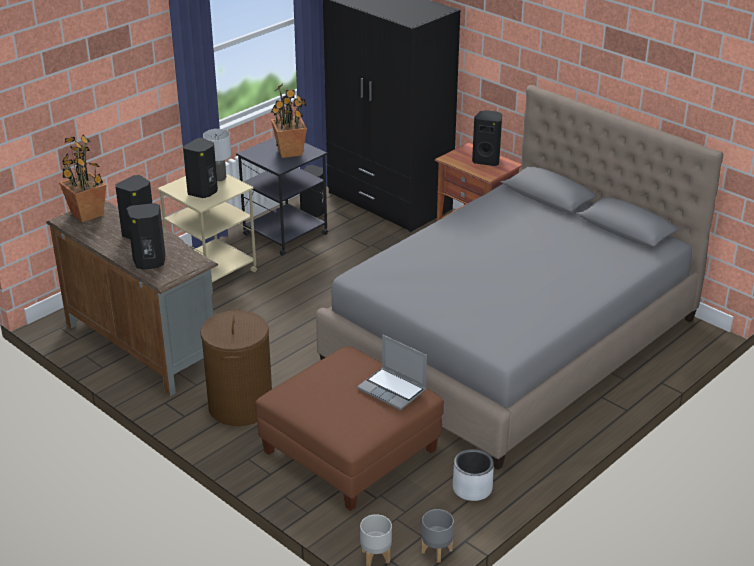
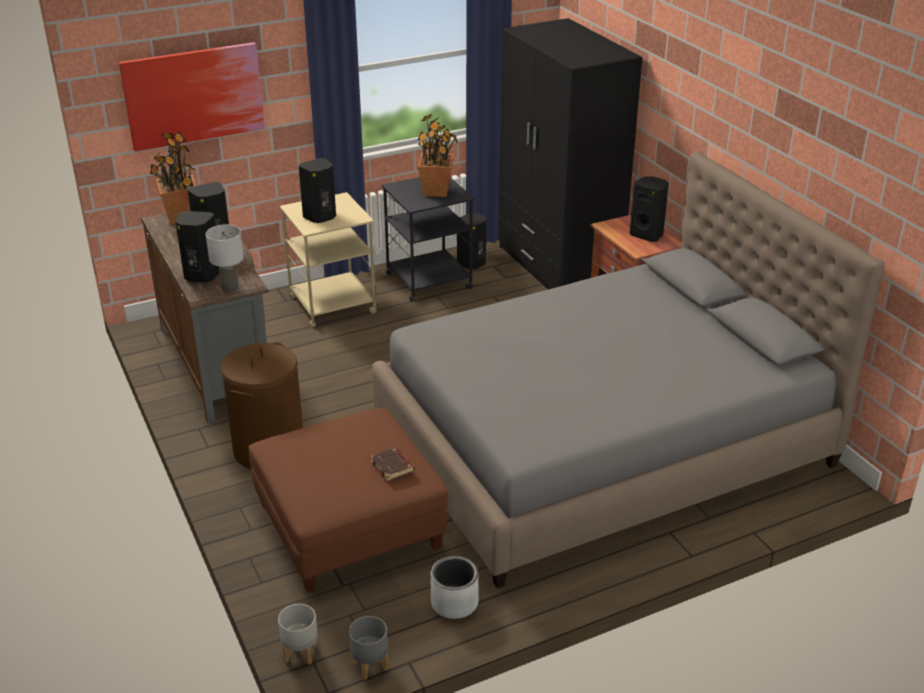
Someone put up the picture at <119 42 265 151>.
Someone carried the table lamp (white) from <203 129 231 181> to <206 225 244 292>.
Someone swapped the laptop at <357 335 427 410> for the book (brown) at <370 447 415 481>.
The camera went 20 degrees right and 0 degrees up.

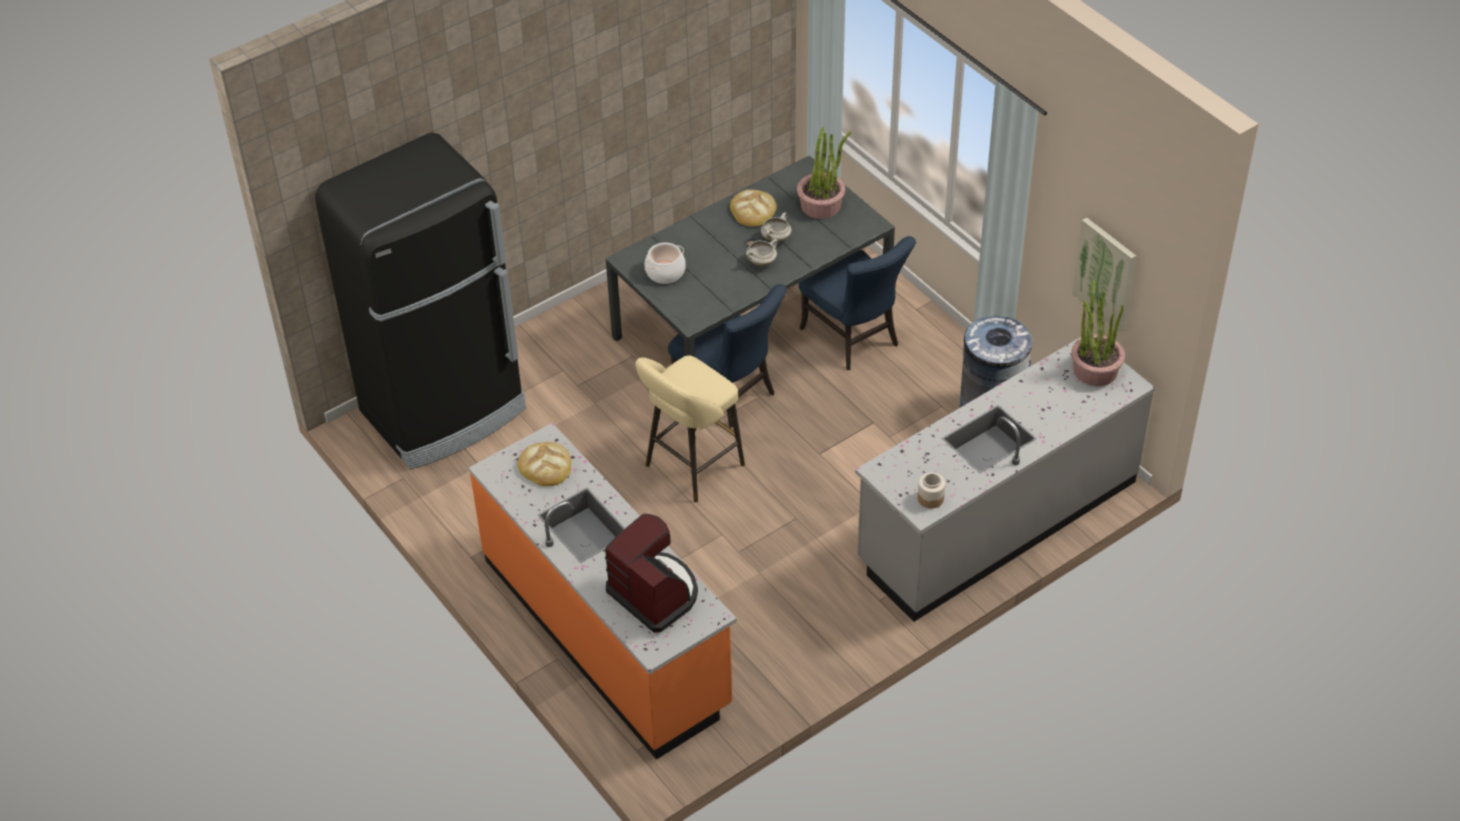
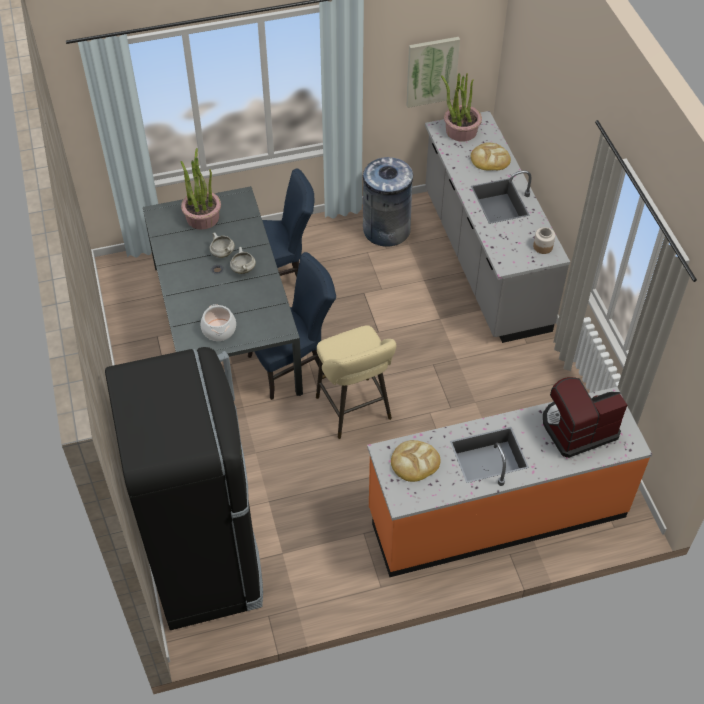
Someone carried the bread from <730 189 777 227> to <471 142 511 171>.
The camera went 70 degrees left and 5 degrees up.

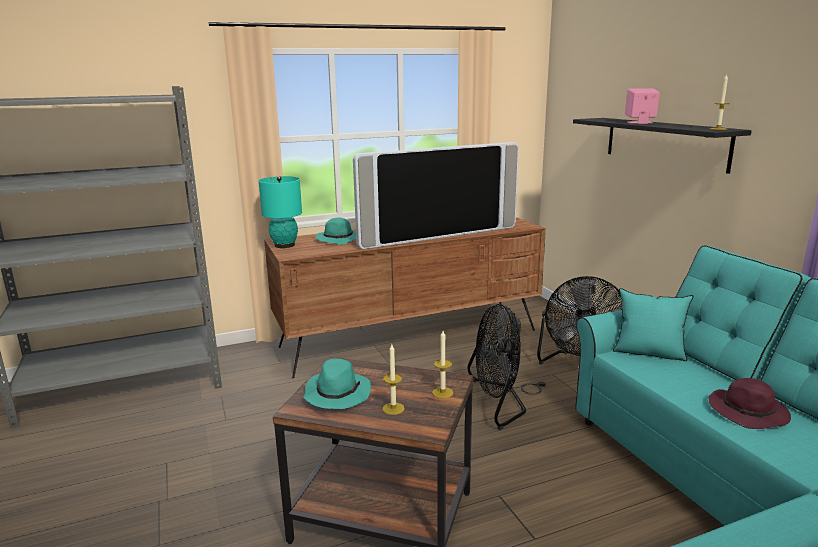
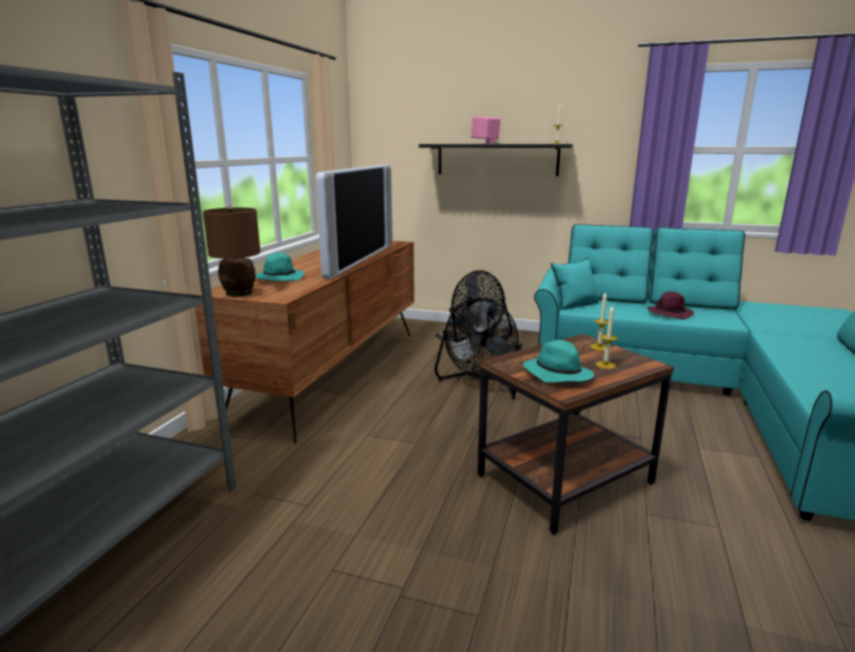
Someone repainted the table lamp (turquoise) at <259 176 302 248>, which became the table lamp (brown) at <203 206 260 297>.
The camera went 50 degrees left and 0 degrees up.

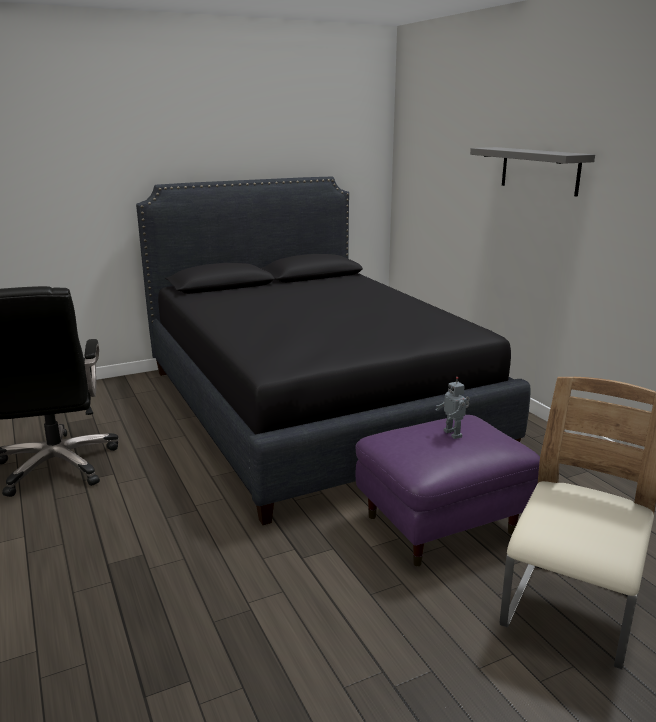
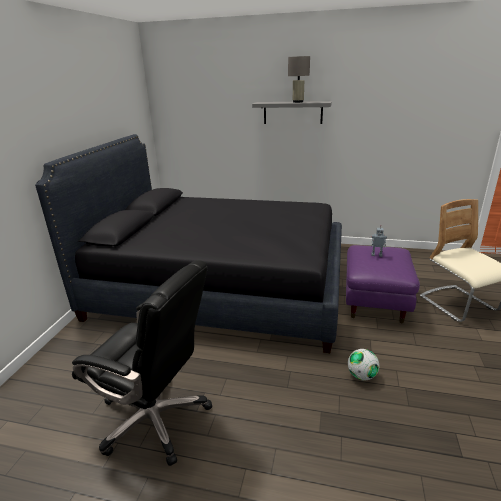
Someone put down the table lamp (grey) at <288 56 310 103>.
Someone put down the football at <348 349 379 380>.
The camera went 50 degrees left and 5 degrees up.

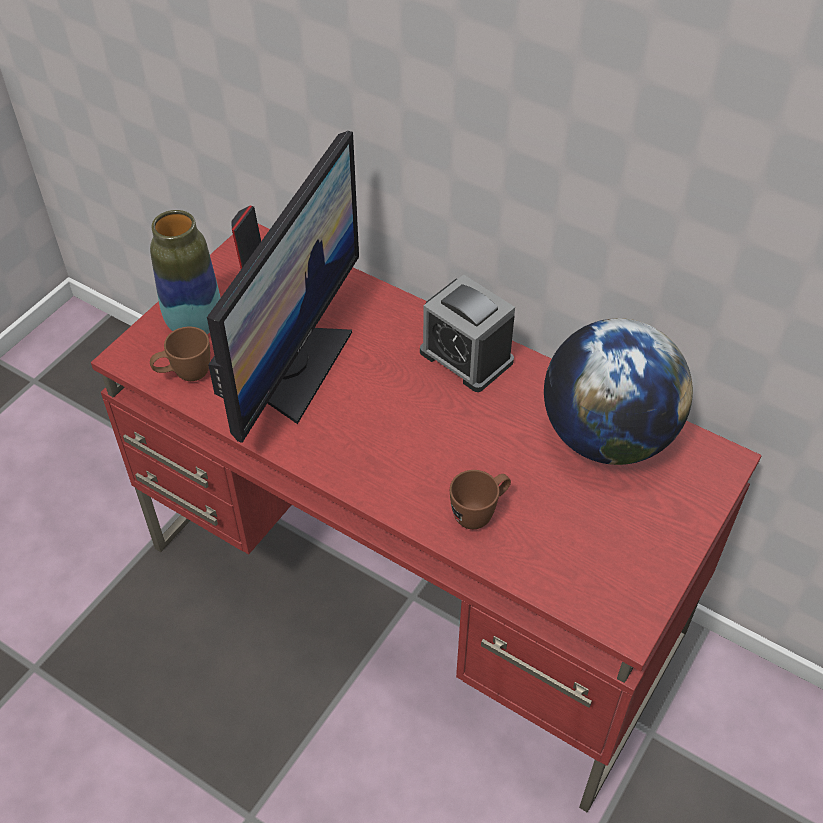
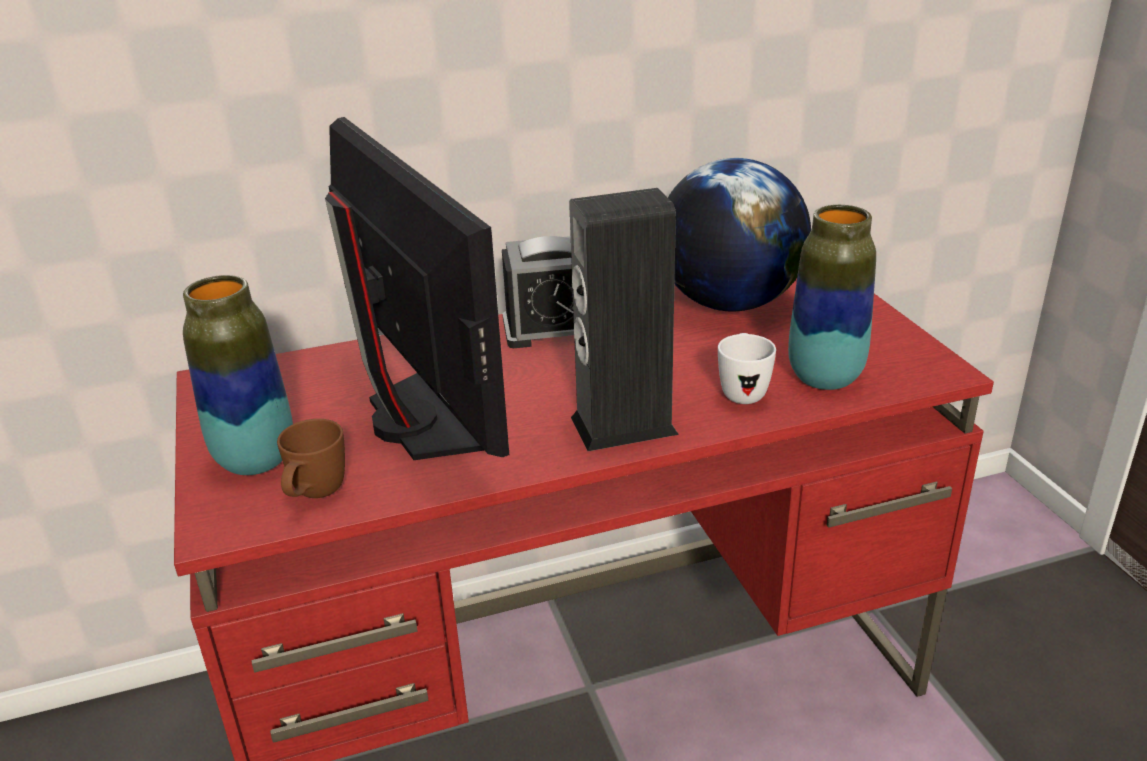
Someone put down the speaker at <569 188 679 451>.
Someone put down the vase at <788 205 876 390>.
Someone repainted the mug (brown) at <450 470 511 529>, which became the mug (white) at <718 333 776 404>.
The camera went 50 degrees left and 20 degrees down.

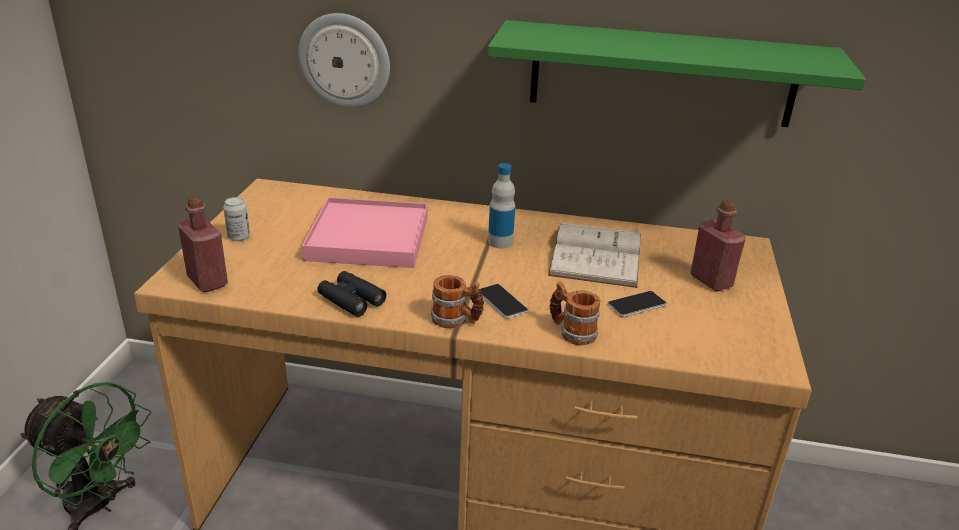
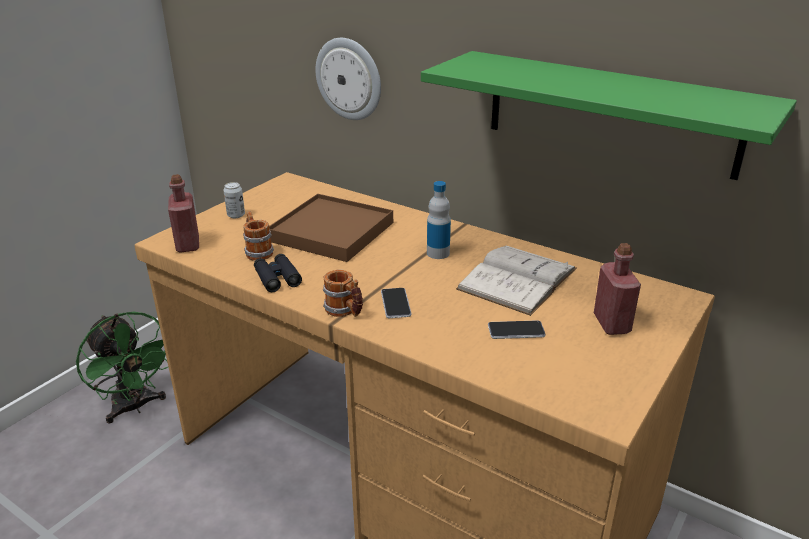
Someone carried the mug from <549 282 600 345> to <243 211 274 261>.
Someone repainted the tray (pink) at <302 197 428 268>, which became the tray (brown) at <269 194 393 262>.
The camera went 25 degrees right and 0 degrees up.

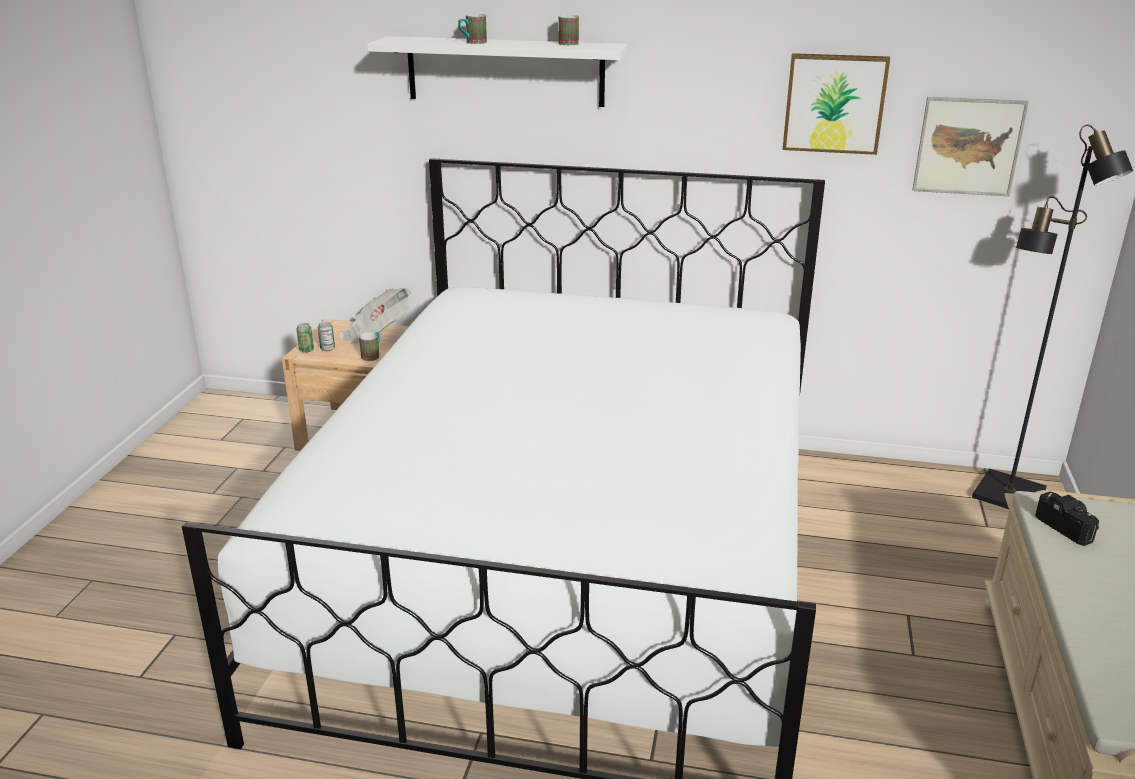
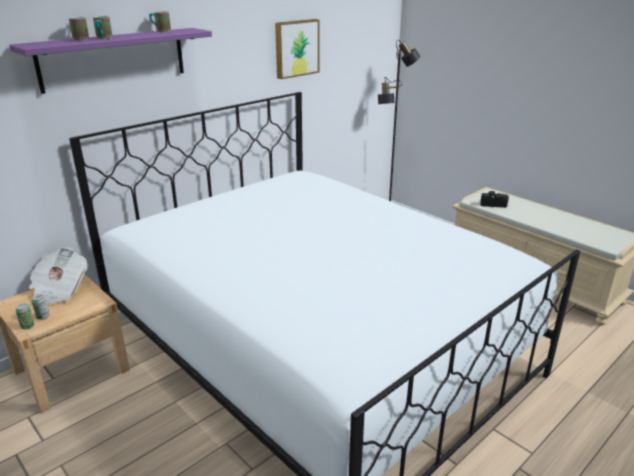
Someone took away the picture at <912 97 1029 196>.
Someone carried the mug from <359 332 380 361> to <69 17 89 41>.
Someone repainted the shelf (white) at <367 36 629 107>, which became the shelf (purple) at <10 28 212 94>.
The camera went 55 degrees left and 0 degrees up.

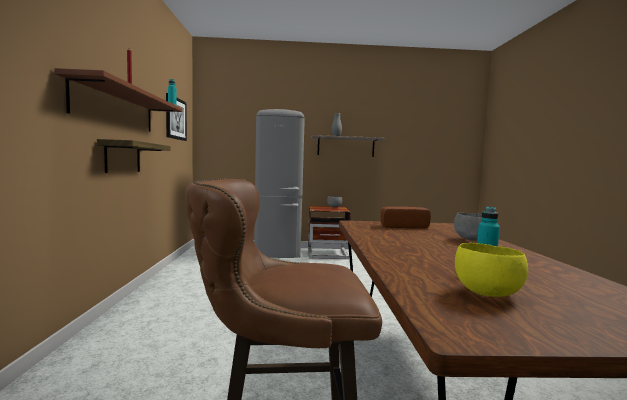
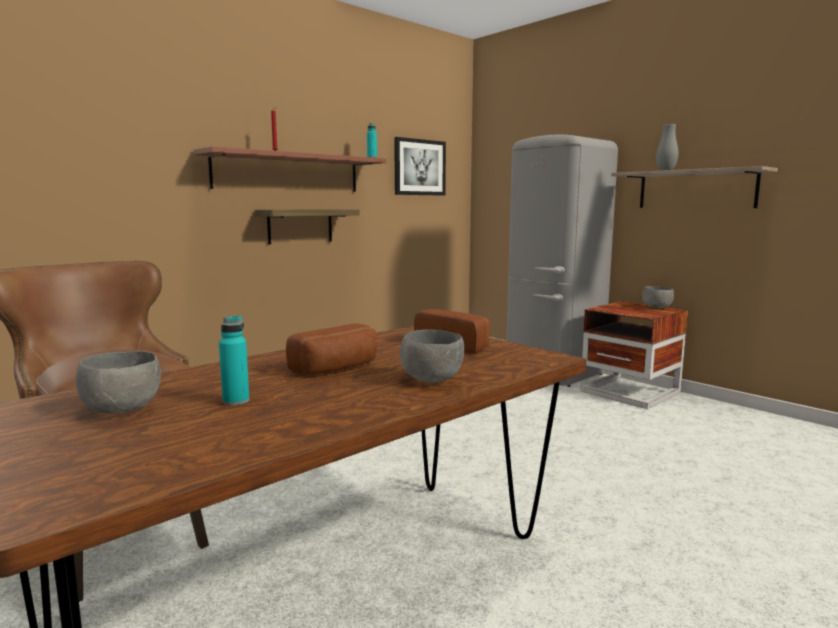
Someone put down the bread at <286 323 377 375>.
Someone repainted the bowl (yellow) at <455 243 528 297>, which became the bowl (grey) at <75 351 161 414>.
The camera went 50 degrees right and 5 degrees up.

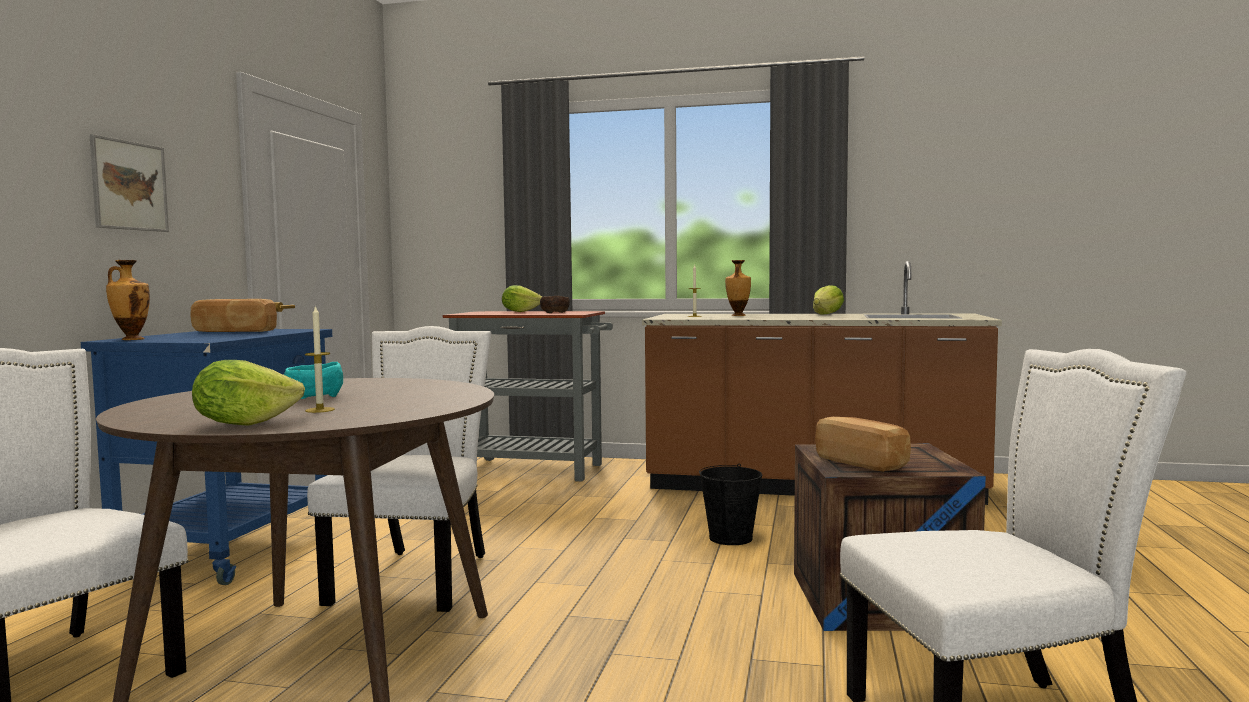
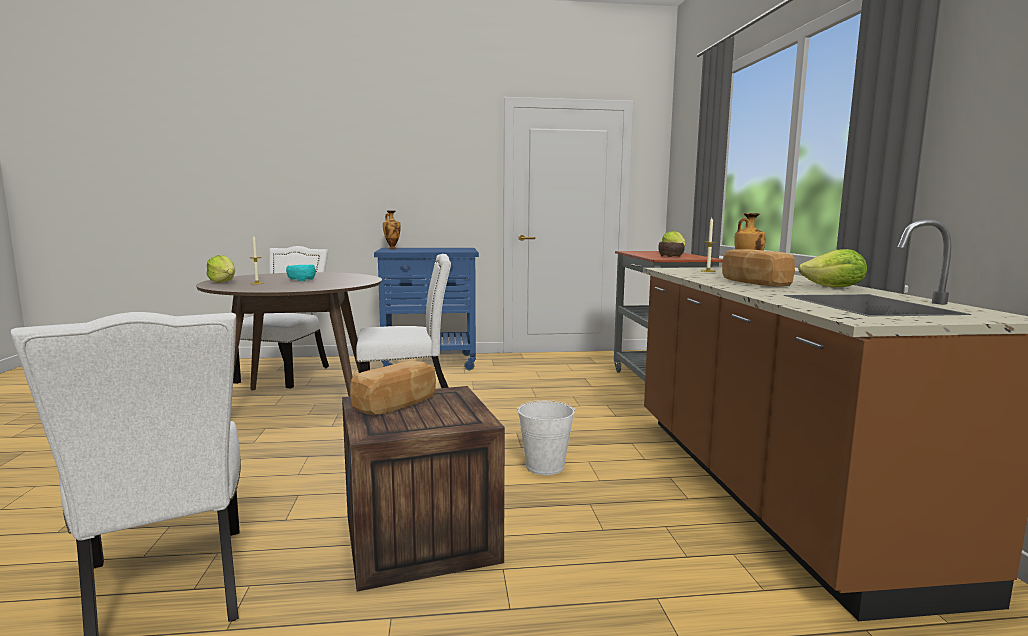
Someone took away the picture at <89 134 169 232>.
Someone carried the bread from <190 299 277 332> to <722 249 795 287>.
Someone repainted the bucket (black) at <699 464 762 545>, which became the bucket (white) at <517 400 575 475>.
The camera went 70 degrees right and 5 degrees up.

